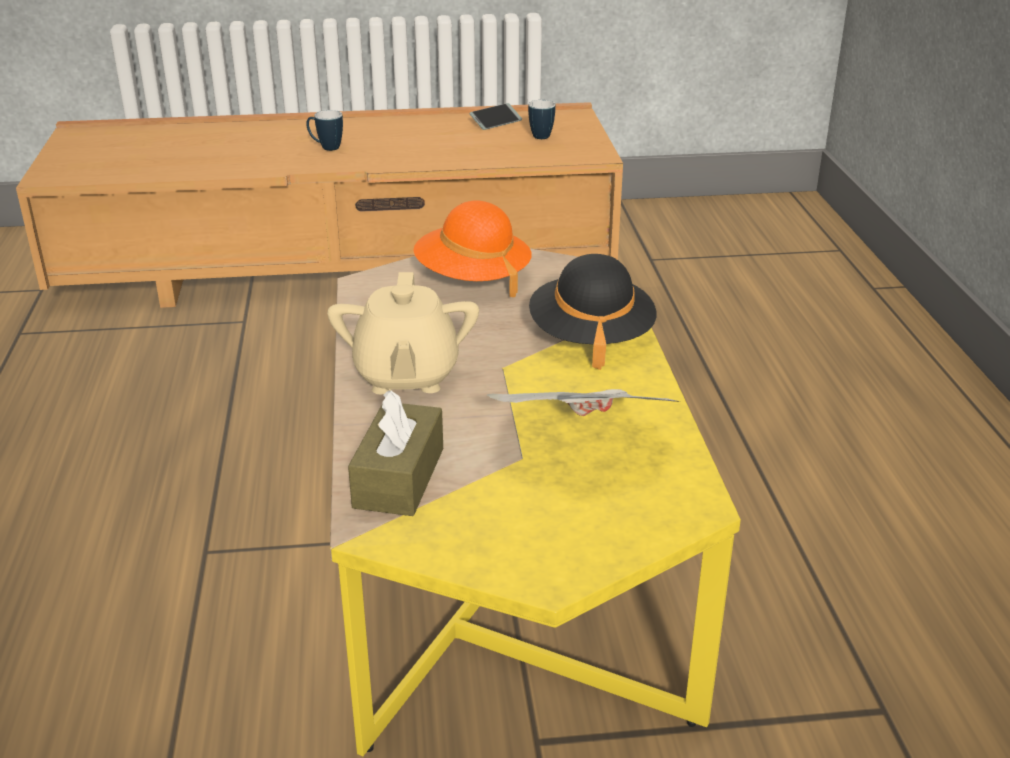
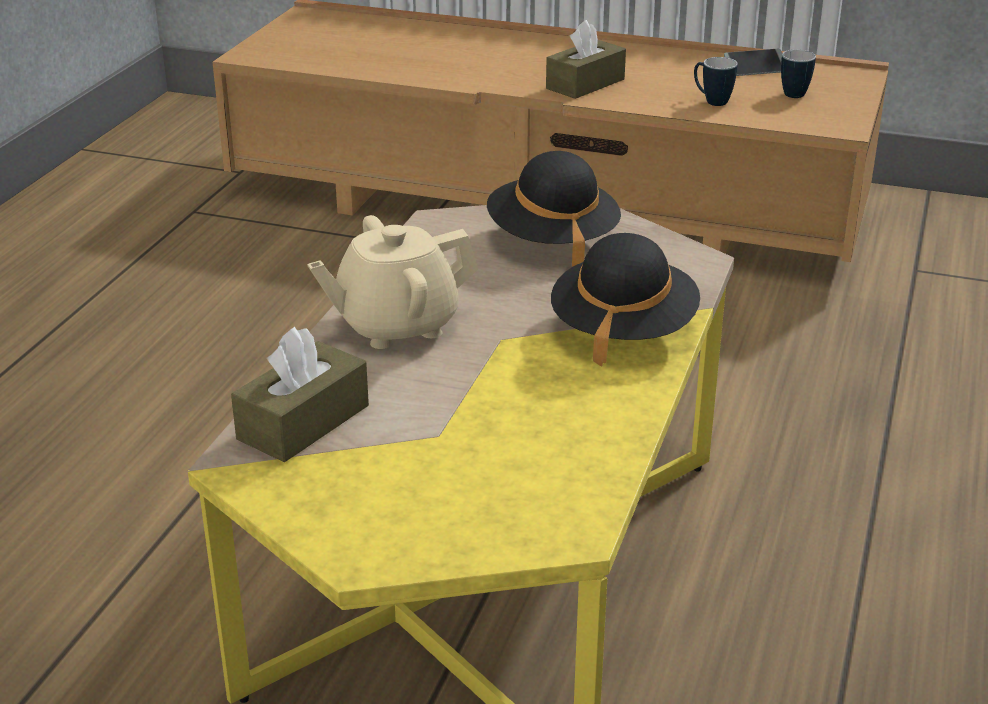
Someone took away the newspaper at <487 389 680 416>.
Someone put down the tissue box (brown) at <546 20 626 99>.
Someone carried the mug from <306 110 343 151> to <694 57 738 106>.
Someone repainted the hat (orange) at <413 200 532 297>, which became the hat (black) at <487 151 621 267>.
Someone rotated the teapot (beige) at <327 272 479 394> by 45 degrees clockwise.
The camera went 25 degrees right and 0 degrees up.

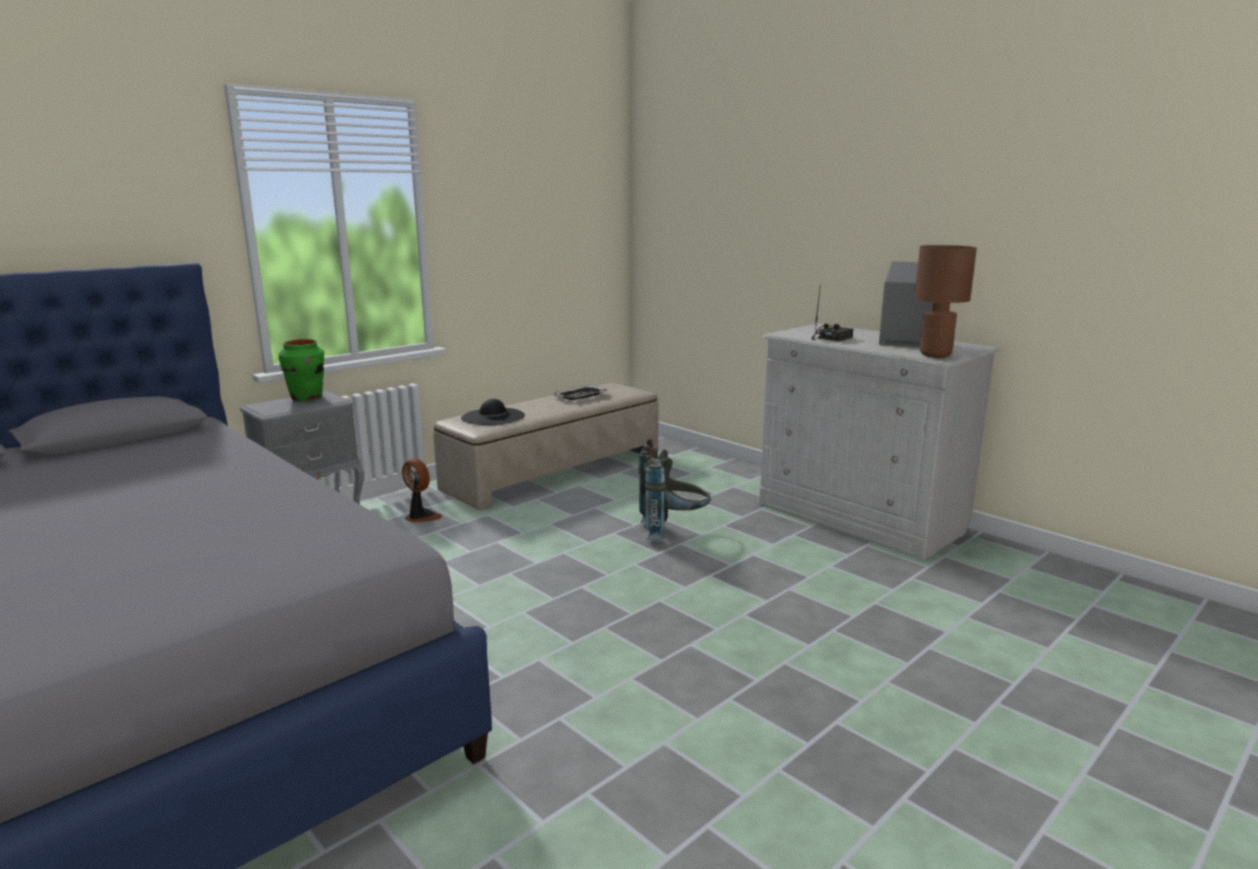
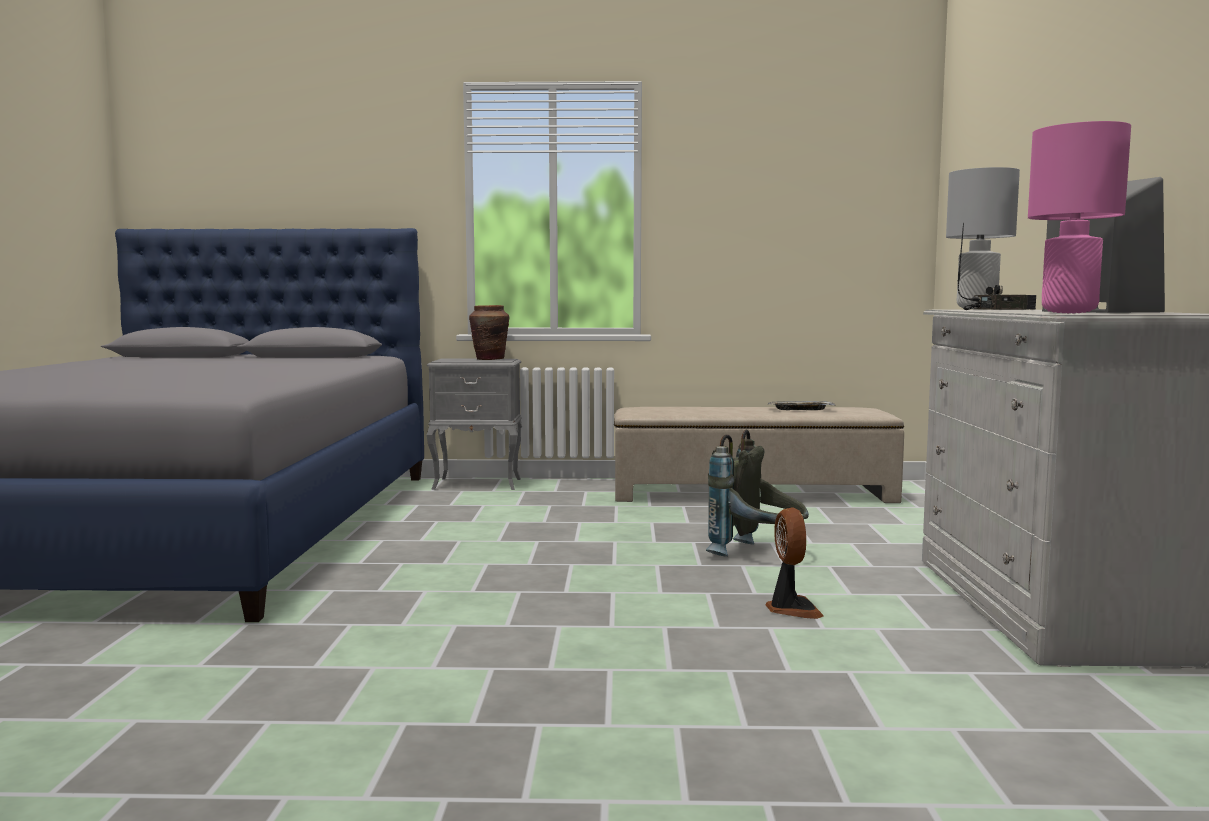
Someone took away the hat (black) at <461 399 525 425>.
Someone put down the table lamp (grey) at <946 167 1020 309>.
Someone carried the fan from <402 458 442 523> to <765 507 824 619>.
Someone repainted the vase (green) at <278 339 324 401>, which became the vase (brown) at <469 305 510 360>.
Someone repainted the table lamp (brown) at <914 245 977 358>, which became the table lamp (pink) at <1028 121 1131 313>.
The camera went 45 degrees right and 10 degrees down.

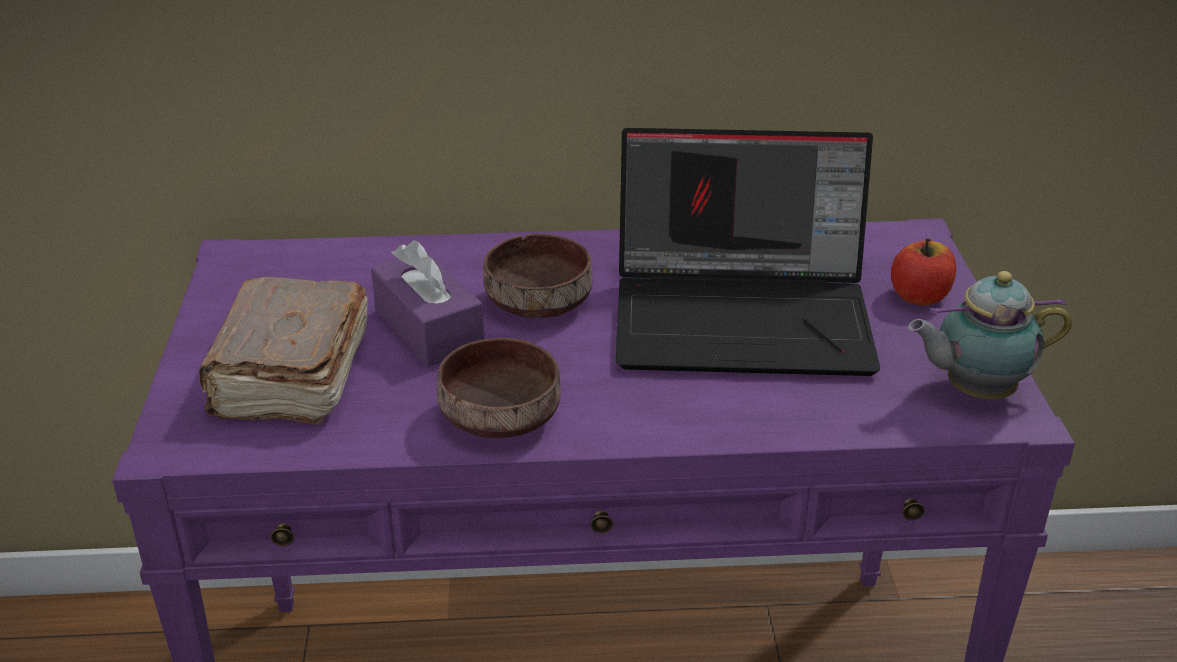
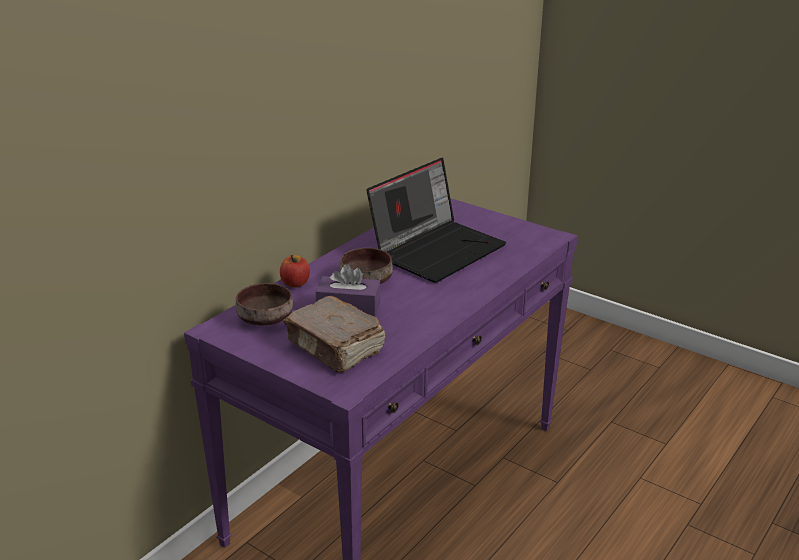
Someone took away the teapot at <908 271 1072 399>.
Someone carried the bowl (brown) from <437 338 561 438> to <236 283 293 325>.
Someone carried the apple from <891 238 956 305> to <280 255 310 288>.
The camera went 50 degrees left and 5 degrees down.

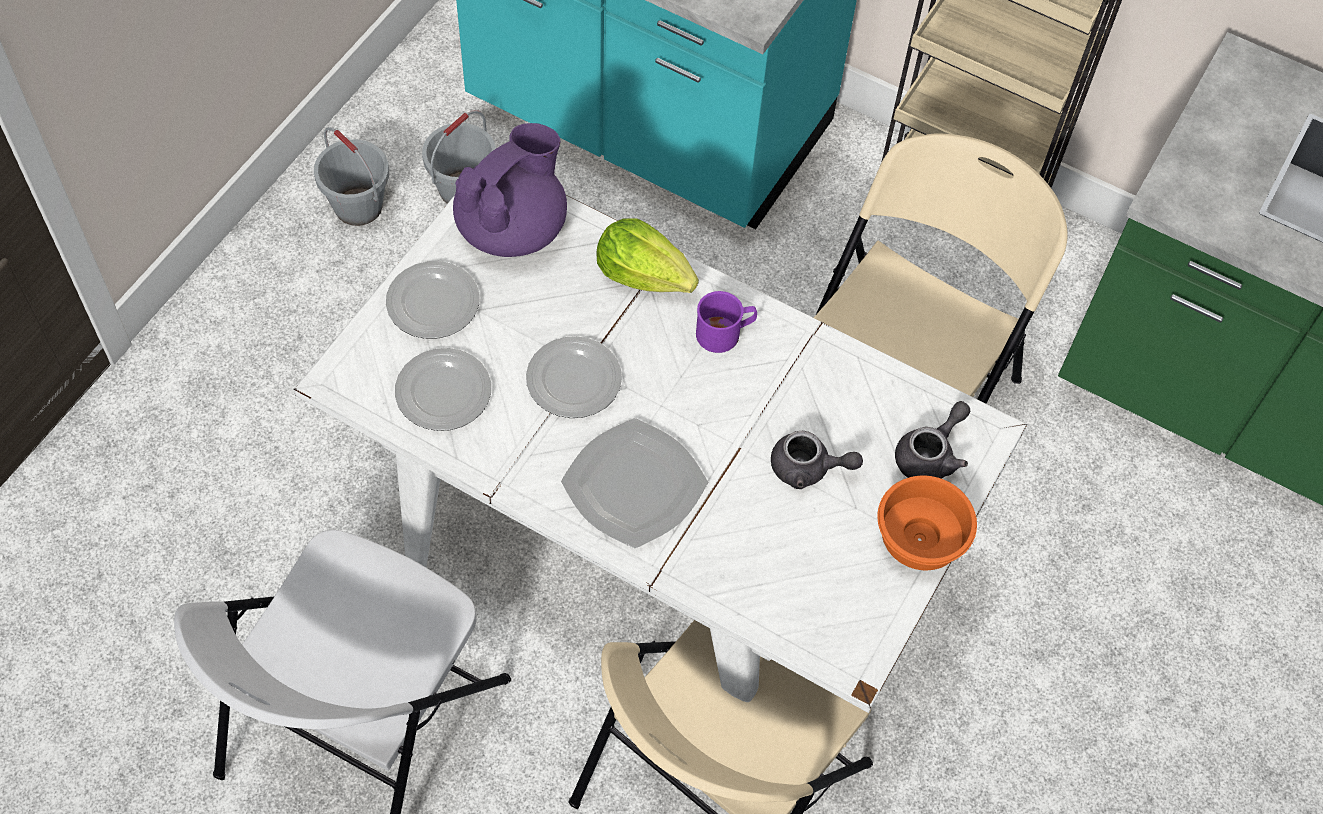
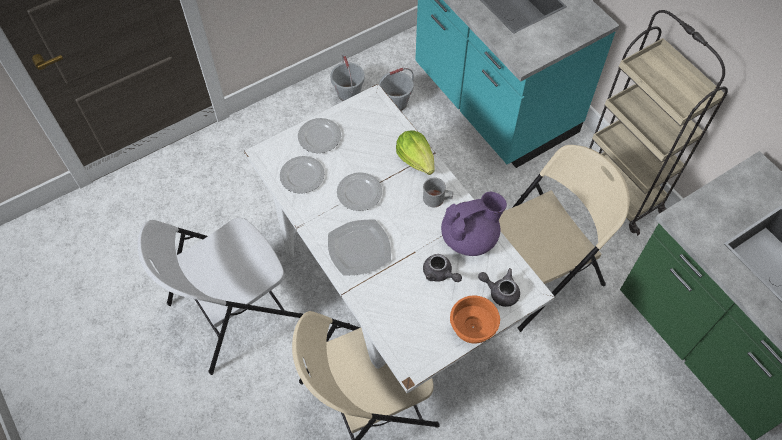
Someone carried the teapot (purple) from <453 123 567 257> to <441 192 507 256>.
Someone repainted the mug (purple) at <696 291 757 353>, which became the mug (grey) at <423 177 453 207>.
Someone rotated the teapot (grey) at <895 401 970 479> by 135 degrees counterclockwise.
The camera went 30 degrees right and 0 degrees up.

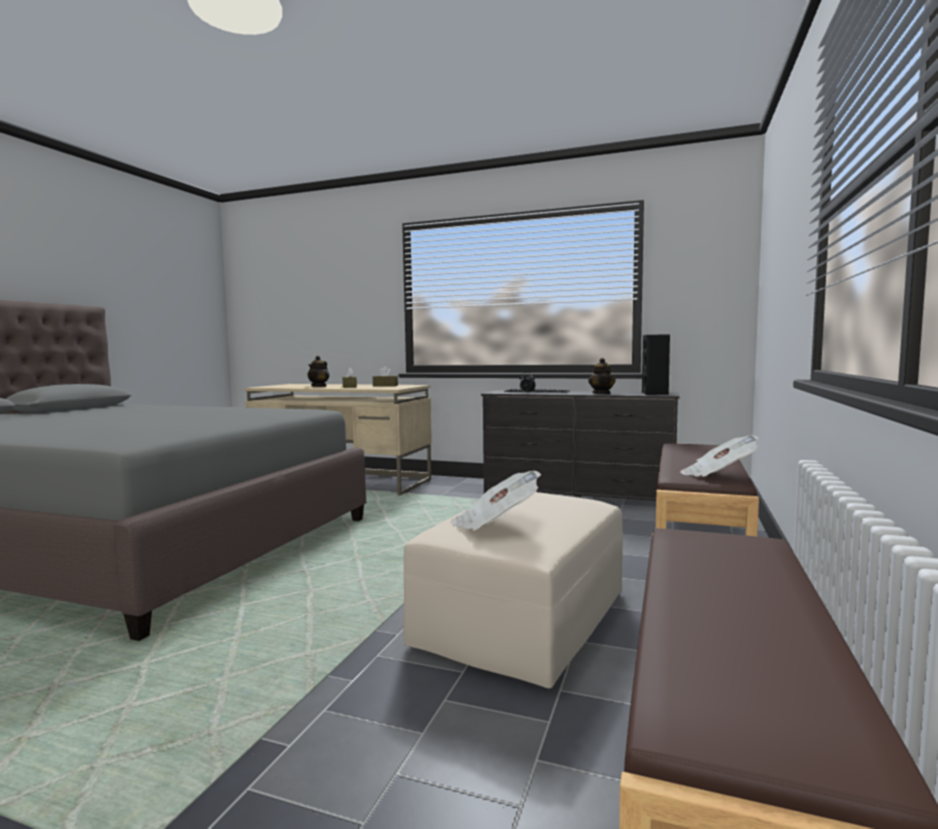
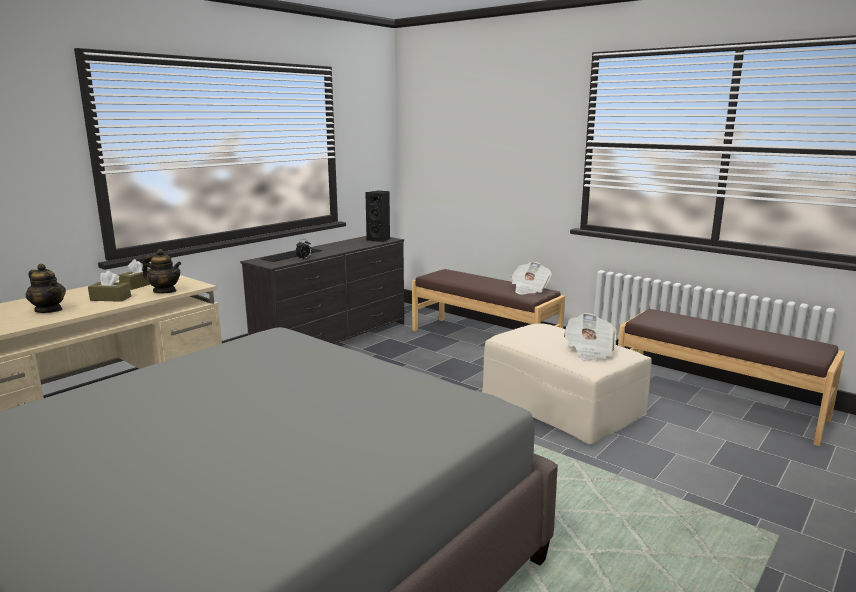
Someone carried the teapot from <588 358 615 394> to <142 249 181 293>.
The camera went 70 degrees left and 10 degrees up.

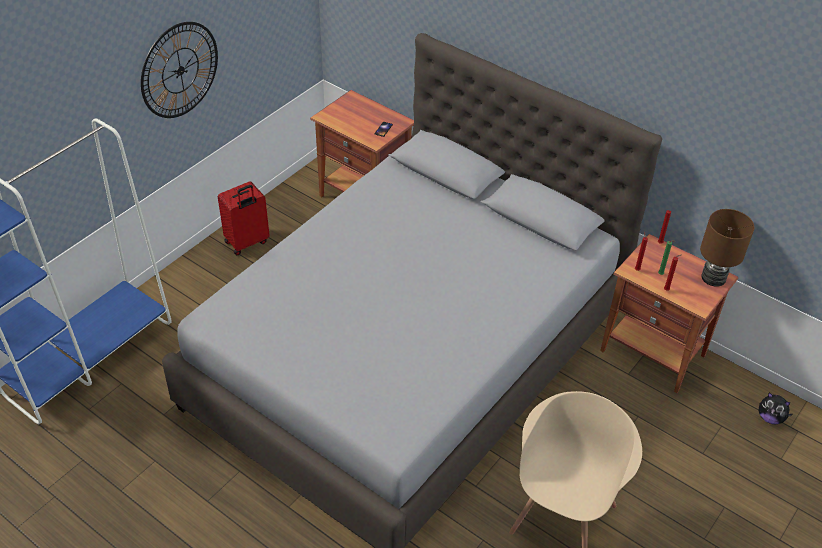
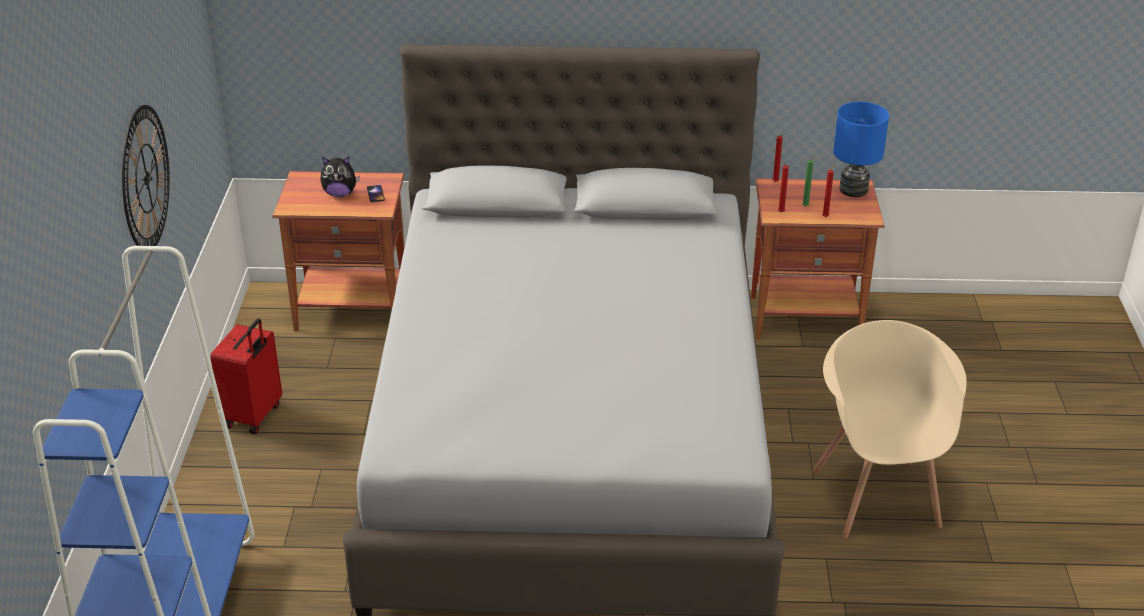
Someone carried the plush toy from <759 392 792 424> to <320 157 360 197>.
Someone repainted the table lamp (brown) at <700 209 754 287>, which became the table lamp (blue) at <833 102 889 197>.
The camera went 35 degrees left and 10 degrees down.

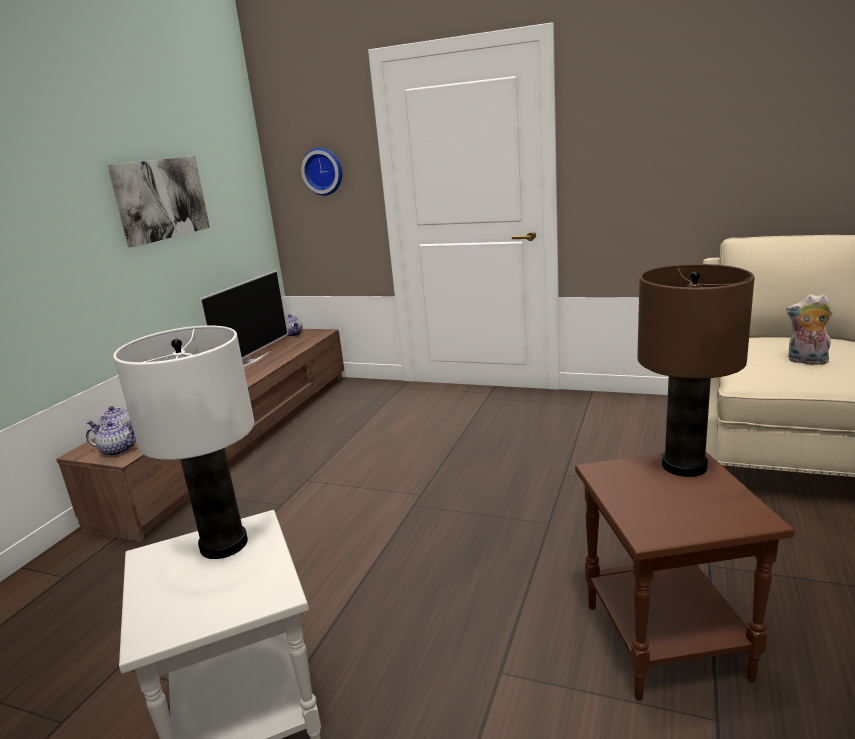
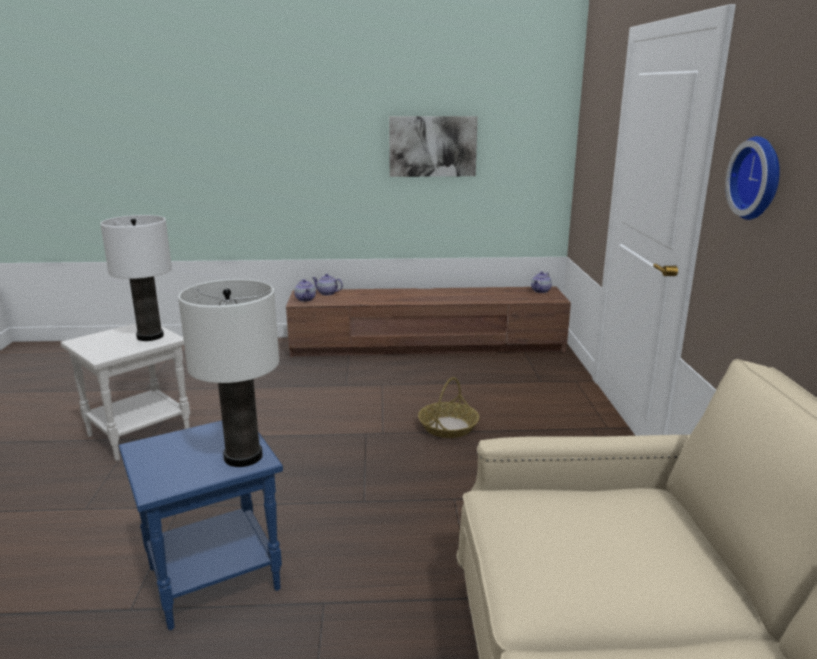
Someone took away the television at <199 270 288 367>.
Someone took away the plush toy at <786 294 833 365>.
Someone put down the basket at <418 377 479 438>.
Someone carried the wall clock from <301 148 342 196> to <725 136 780 220>.
Someone repainted the side table (brown) at <575 452 794 701>, which became the side table (blue) at <119 420 283 630>.
Someone repainted the table lamp (brown) at <637 264 755 477>, which became the table lamp (white) at <178 279 279 467>.
The camera went 65 degrees right and 0 degrees up.

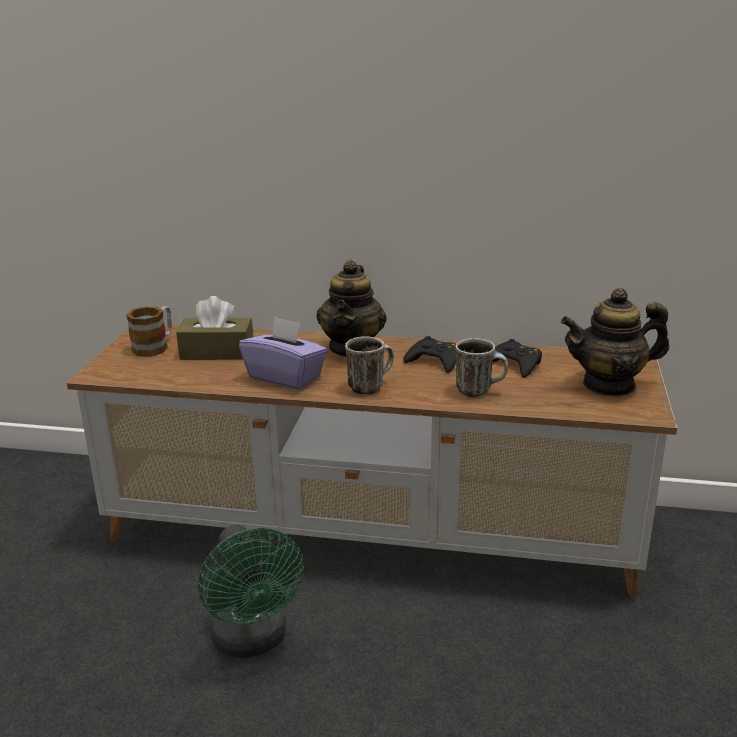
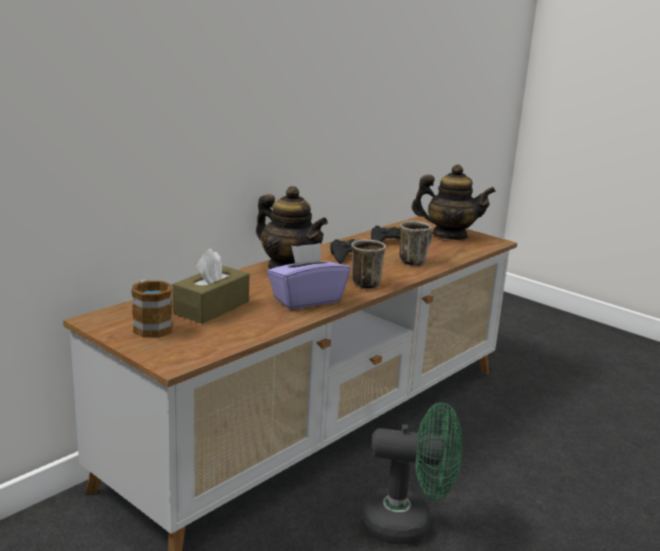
Someone rotated the teapot at <561 288 669 397> by 105 degrees counterclockwise.
The camera went 60 degrees left and 5 degrees down.

